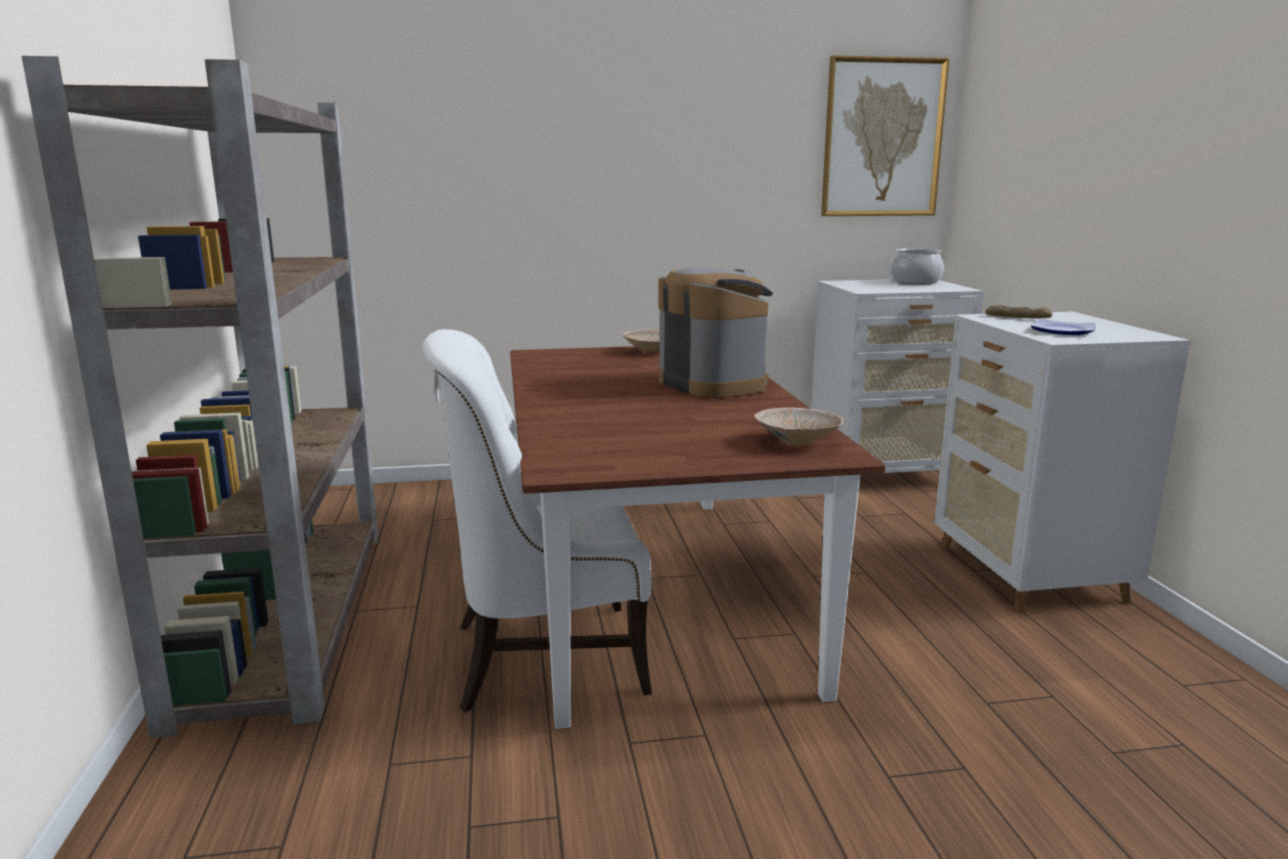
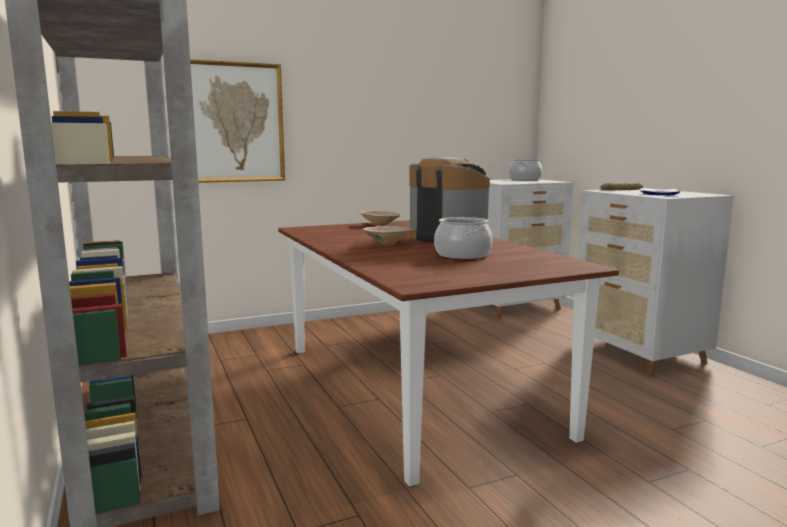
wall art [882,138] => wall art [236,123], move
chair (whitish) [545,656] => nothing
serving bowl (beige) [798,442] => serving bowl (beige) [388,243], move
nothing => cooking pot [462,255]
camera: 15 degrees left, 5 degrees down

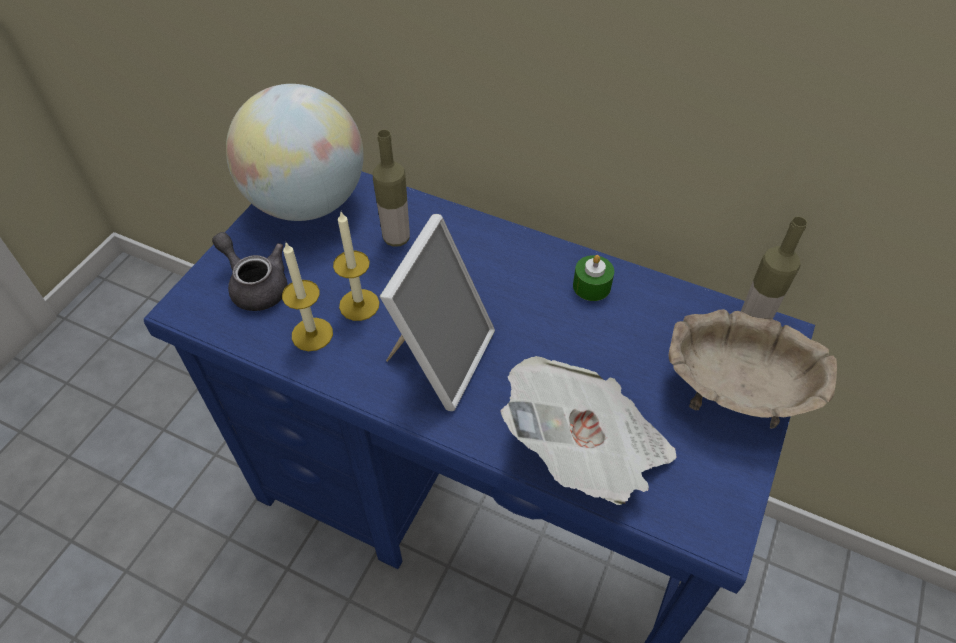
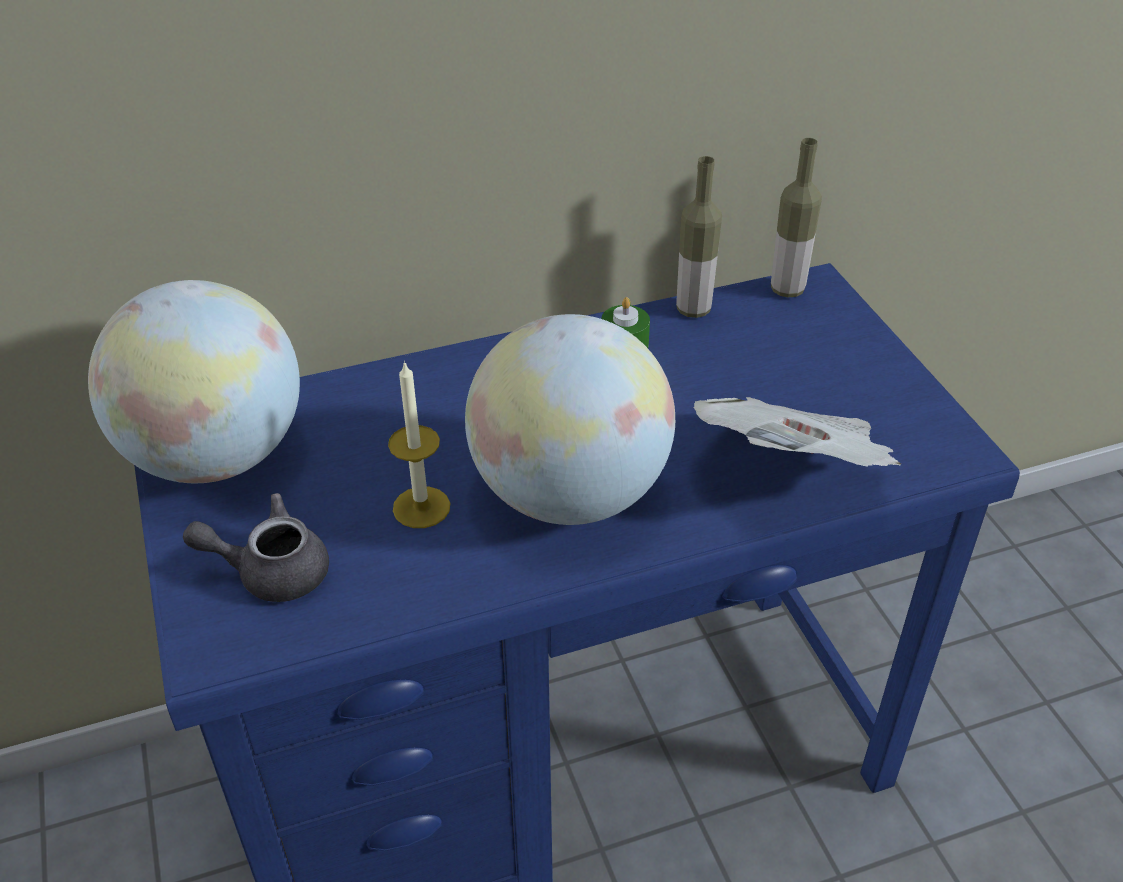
drink bottle [396,238] => drink bottle [693,309], move
photo frame [439,357] => desk globe [570,494]
candle [312,334] => nothing
serving bowl (beige) [736,391] => nothing
camera: 45 degrees left, 10 degrees down

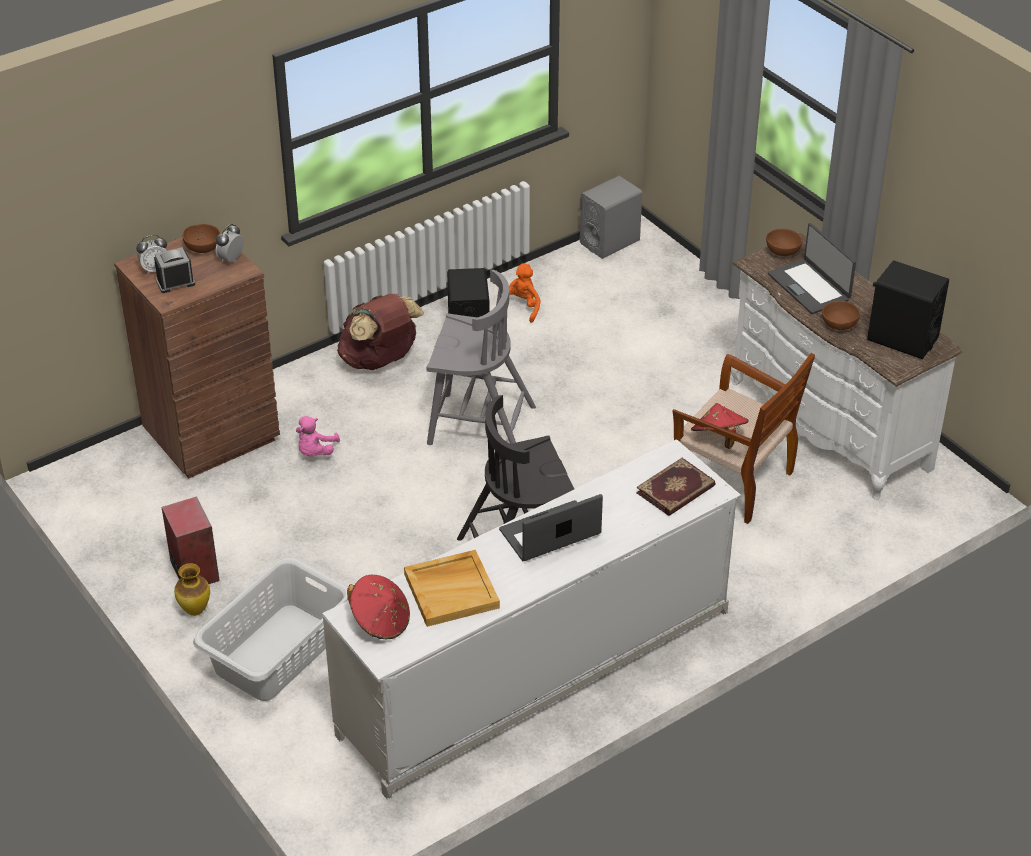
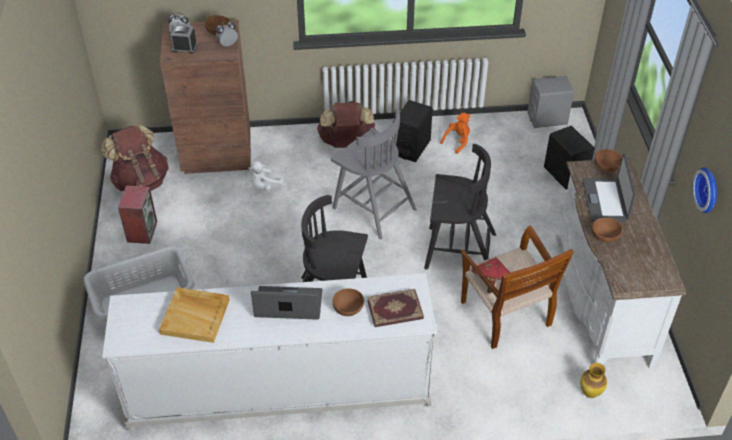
loudspeaker (blackish) [902,339] => loudspeaker (blackish) [564,174], move
soft toy (pinkish) [315,452] => soft toy (whitish) [265,186]
decorative vase [194,611] => decorative vase [589,393], move
hat (red) [380,621] => nothing
nothing => backpack (brown) [141,181]
nothing => chair (blackish) [458,251]
nothing => wall clock [709,190]
nothing => serving bowl (brown) [349,310]
camera: 30 degrees right, 5 degrees up

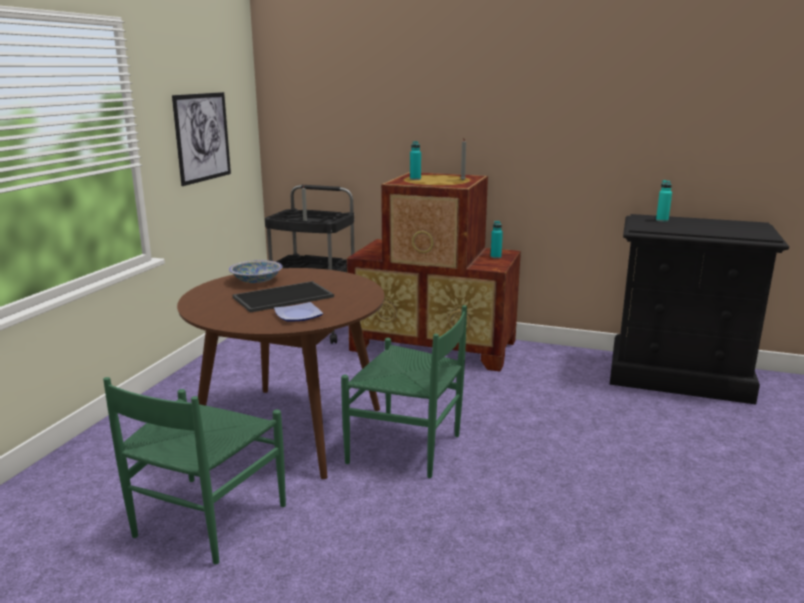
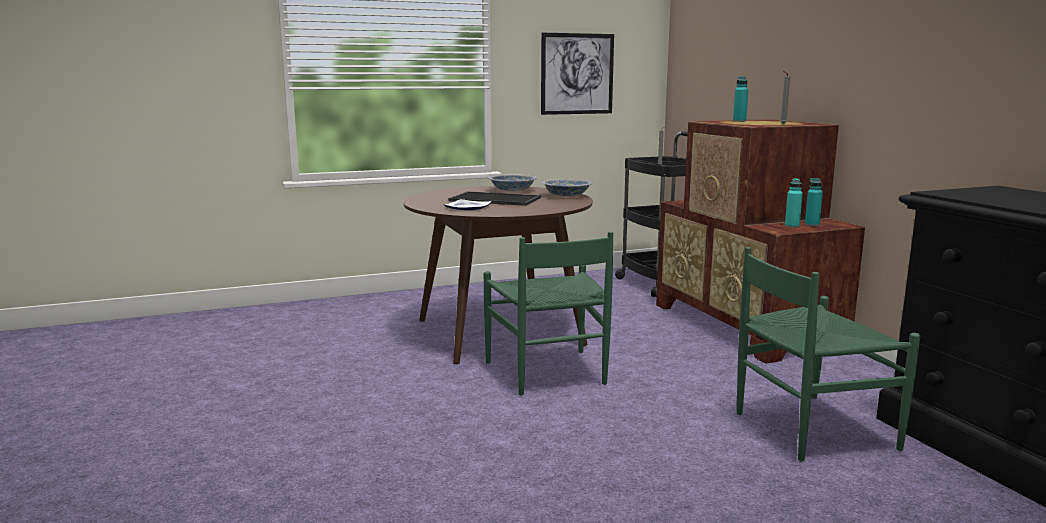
drink bottle (blue-green) [662,220] => drink bottle (blue-green) [792,226], move
chair (green) [206,521] => chair (green) [810,429], move
nothing => serving bowl [566,195]
camera: 50 degrees right, 5 degrees down

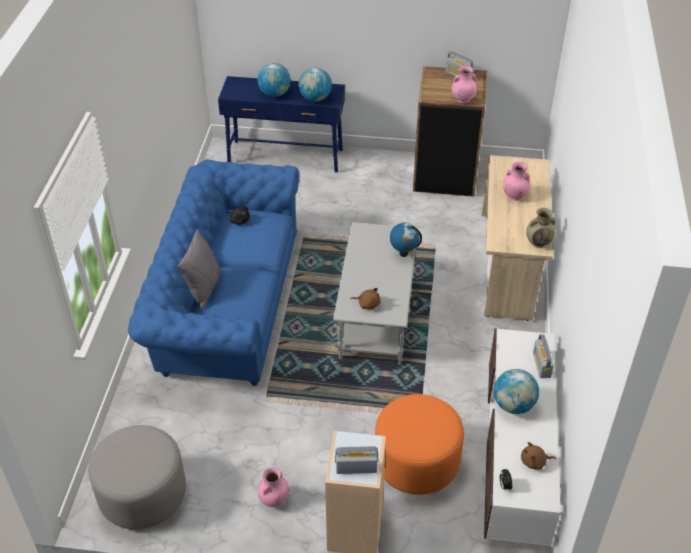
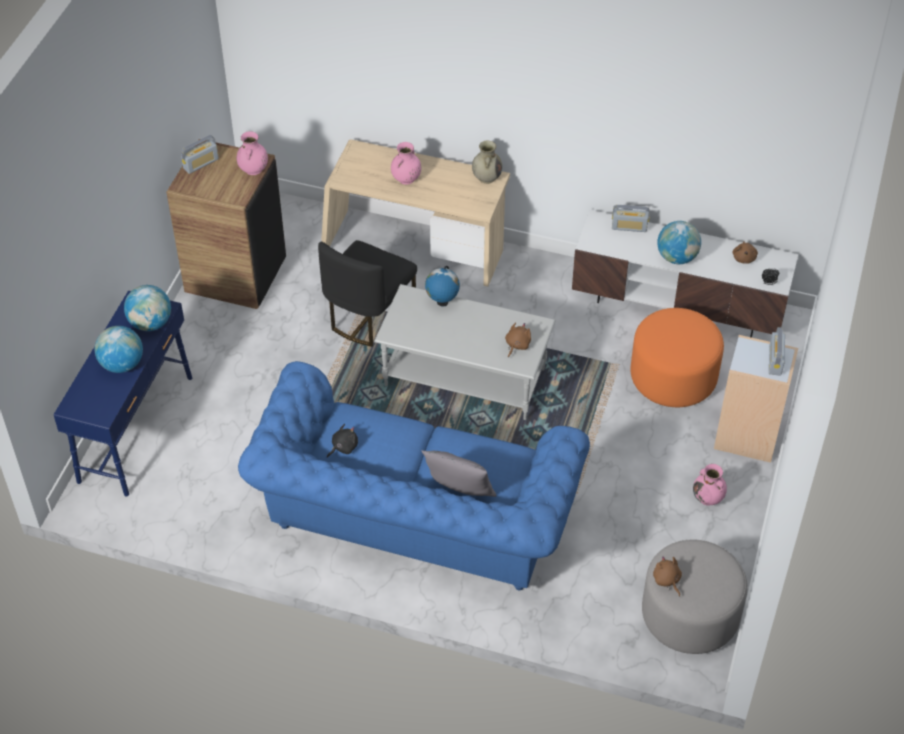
nothing => chair (blackish) [368,316]
nothing => soft toy (brown) [667,580]
camera: 80 degrees left, 5 degrees up

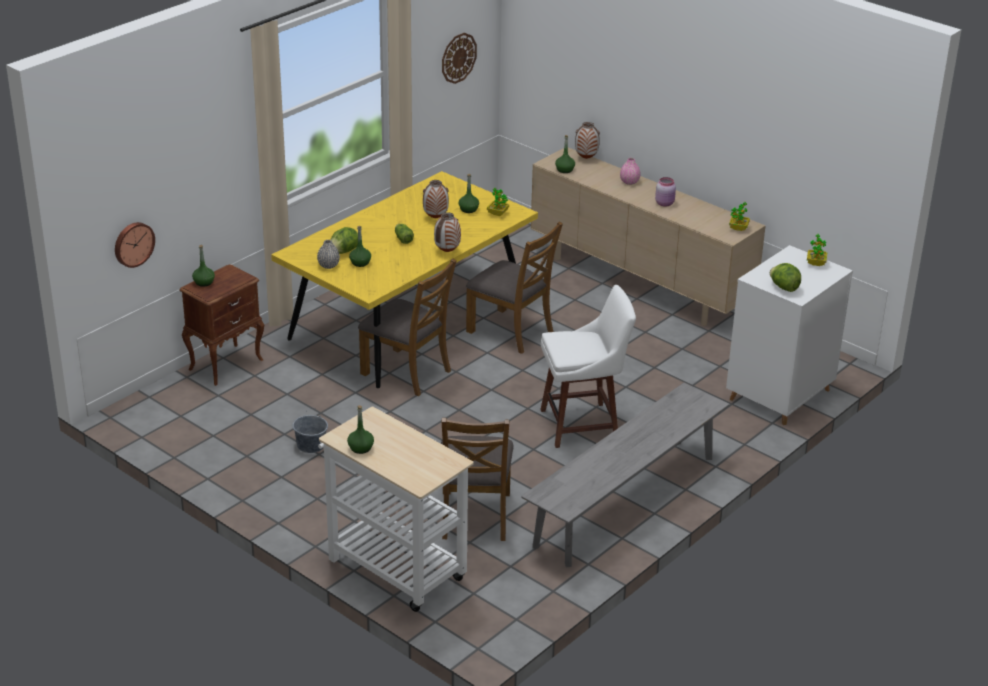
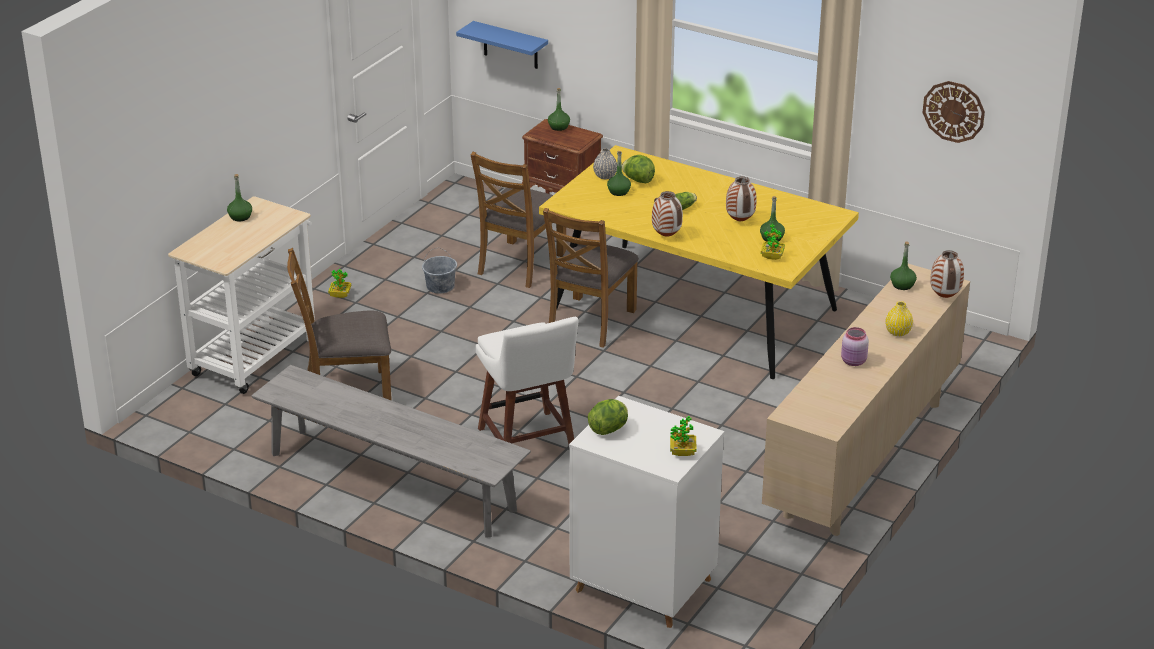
decorative vase (pinkish) [629,182] => decorative vase (yellowish) [898,332]
potted plant [738,228] => potted plant [340,295], move
chair (brown) [511,331] => chair (brown) [520,264], move
wall clock [133,244] => wall shelf (bluish) [510,45]
camera: 80 degrees right, 0 degrees up

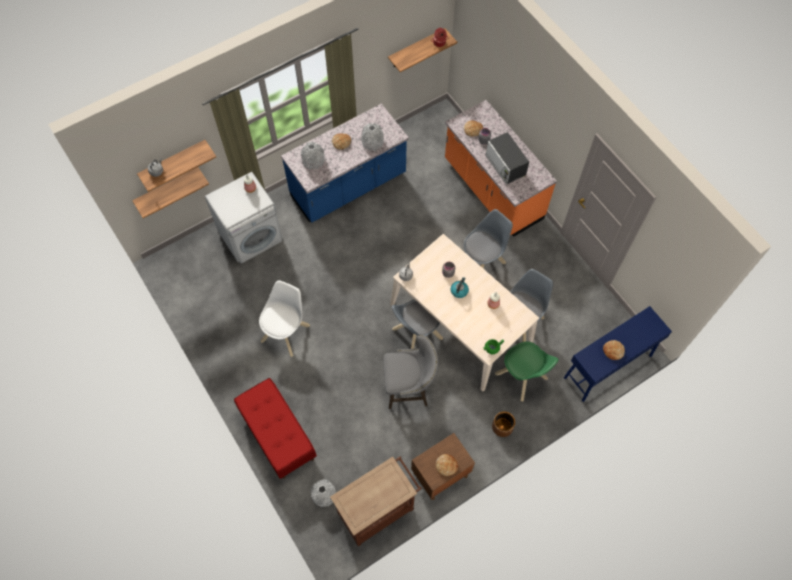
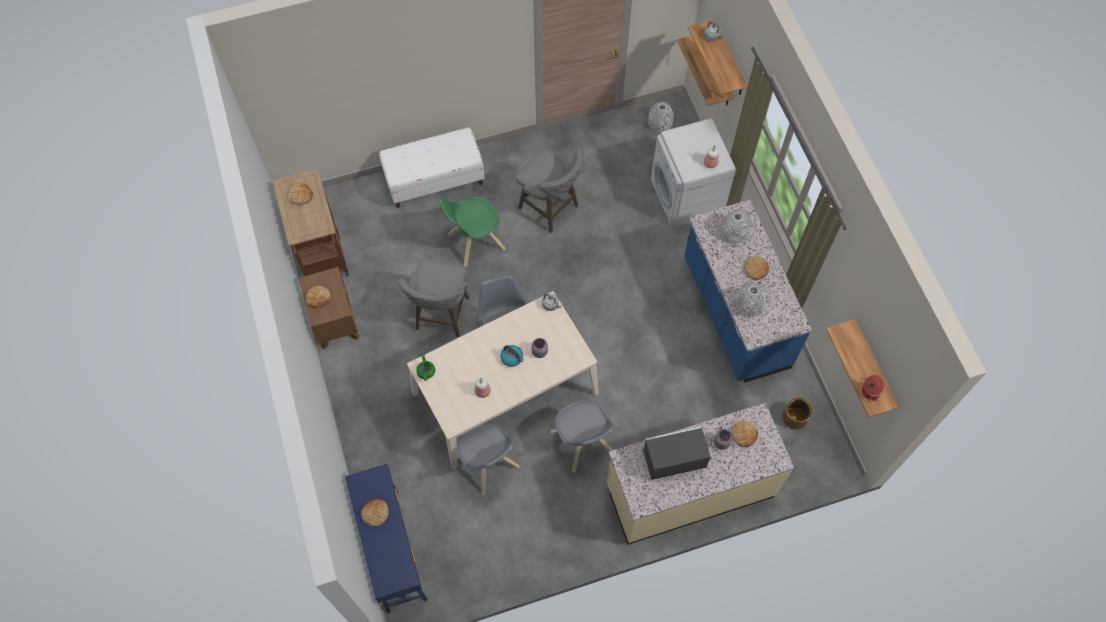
kitchen counter (orangey) [492,190] => kitchen counter (beige) [689,490]
chair (whitish) [286,332] => stool seat (greyish) [550,209]
chair (green) [522,377] => chair (green) [474,242], move
indoor bench (red) [278,435] => indoor bench (whitish) [435,180]
plant pot (brown) [502,427] => plant pot (brown) [794,418], move
decorative vase (greyish) [324,495] => decorative vase (greyish) [659,123], move
nothing => bakery bread [300,195]
camera: 105 degrees right, 0 degrees up

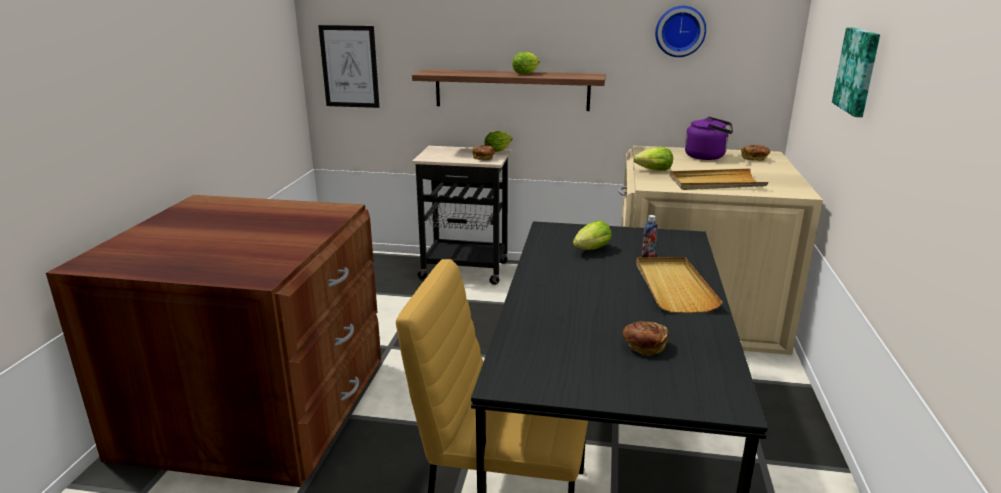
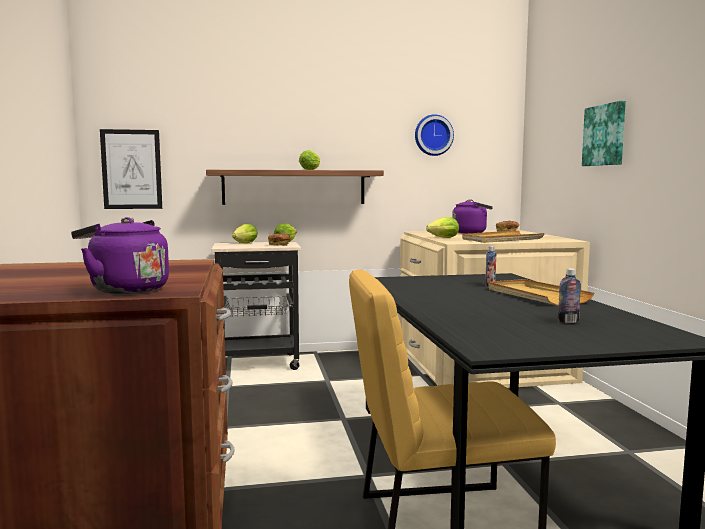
head of lettuce [590,250] => head of lettuce [244,243], move
bakery bread [644,347] => drink bottle [568,321]
nothing => kettle (purplish) [125,289]
camera: 20 degrees left, 15 degrees down

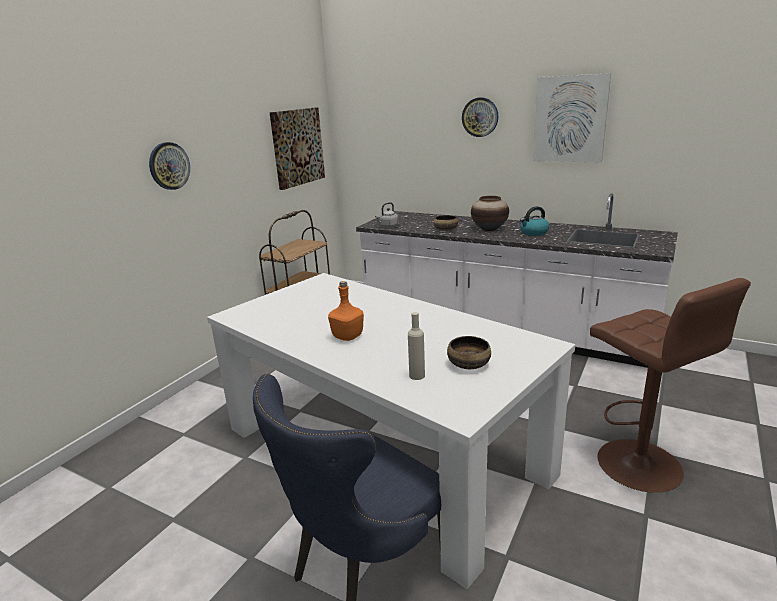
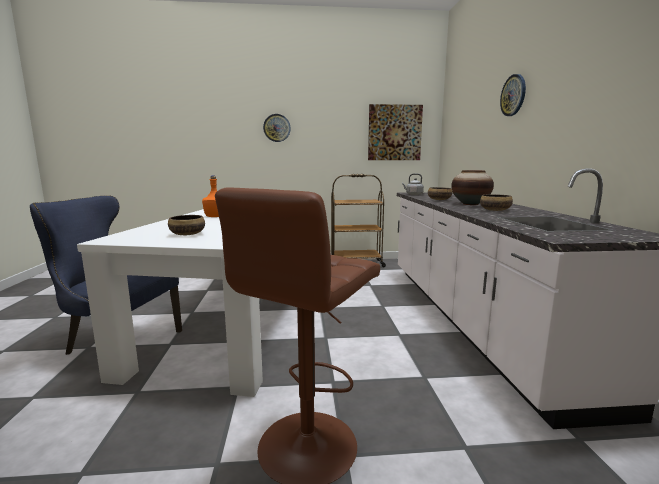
wall art [570,119] => nothing
kettle [533,233] => serving bowl [495,210]
drink bottle (beige) [417,375] => nothing
camera: 55 degrees right, 10 degrees down

